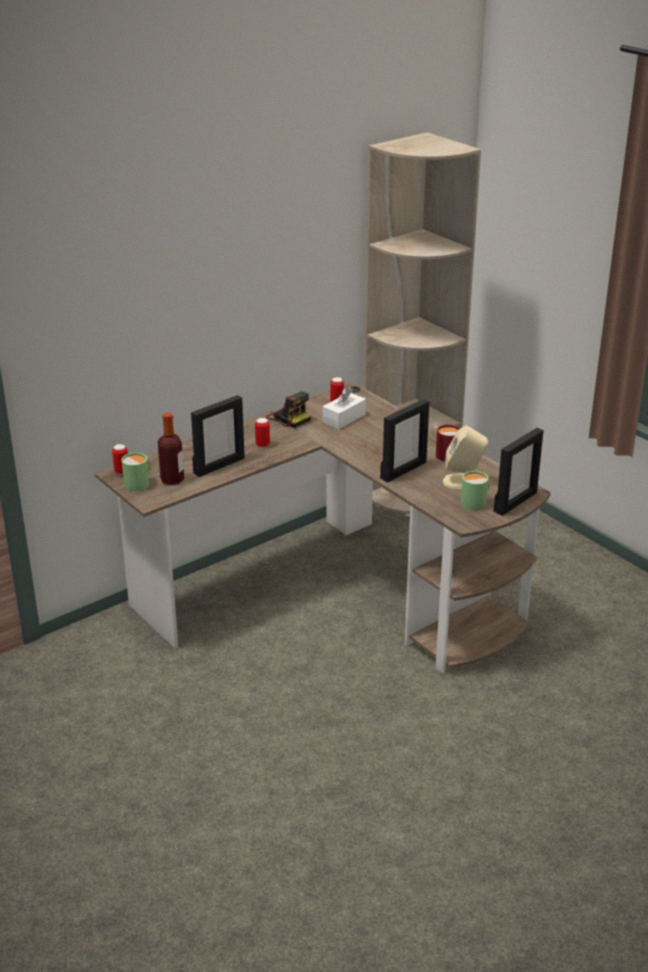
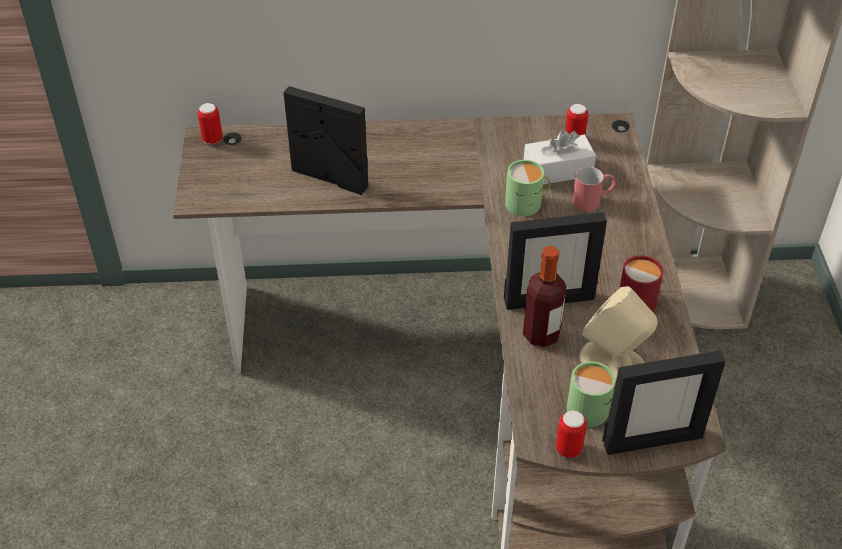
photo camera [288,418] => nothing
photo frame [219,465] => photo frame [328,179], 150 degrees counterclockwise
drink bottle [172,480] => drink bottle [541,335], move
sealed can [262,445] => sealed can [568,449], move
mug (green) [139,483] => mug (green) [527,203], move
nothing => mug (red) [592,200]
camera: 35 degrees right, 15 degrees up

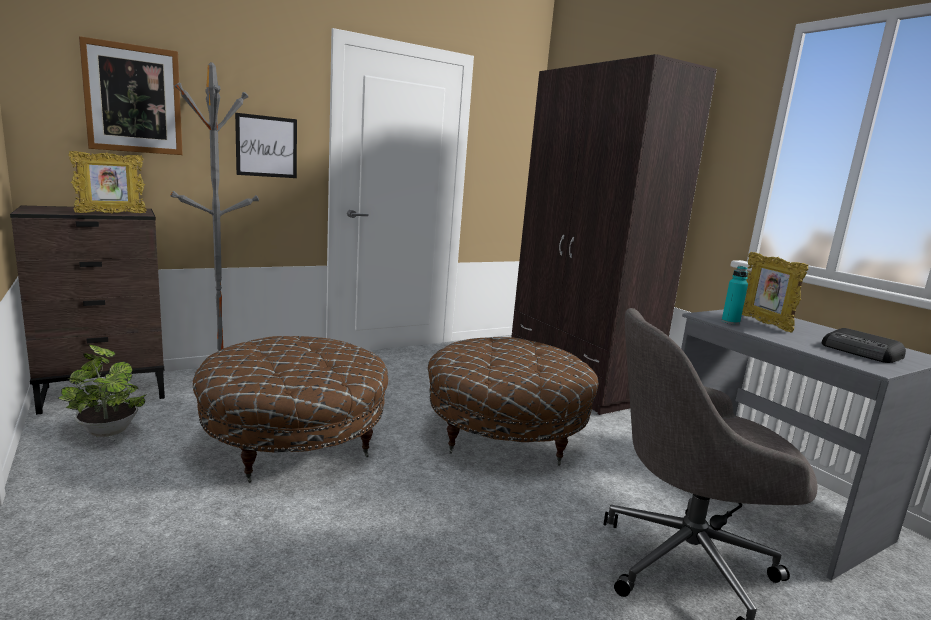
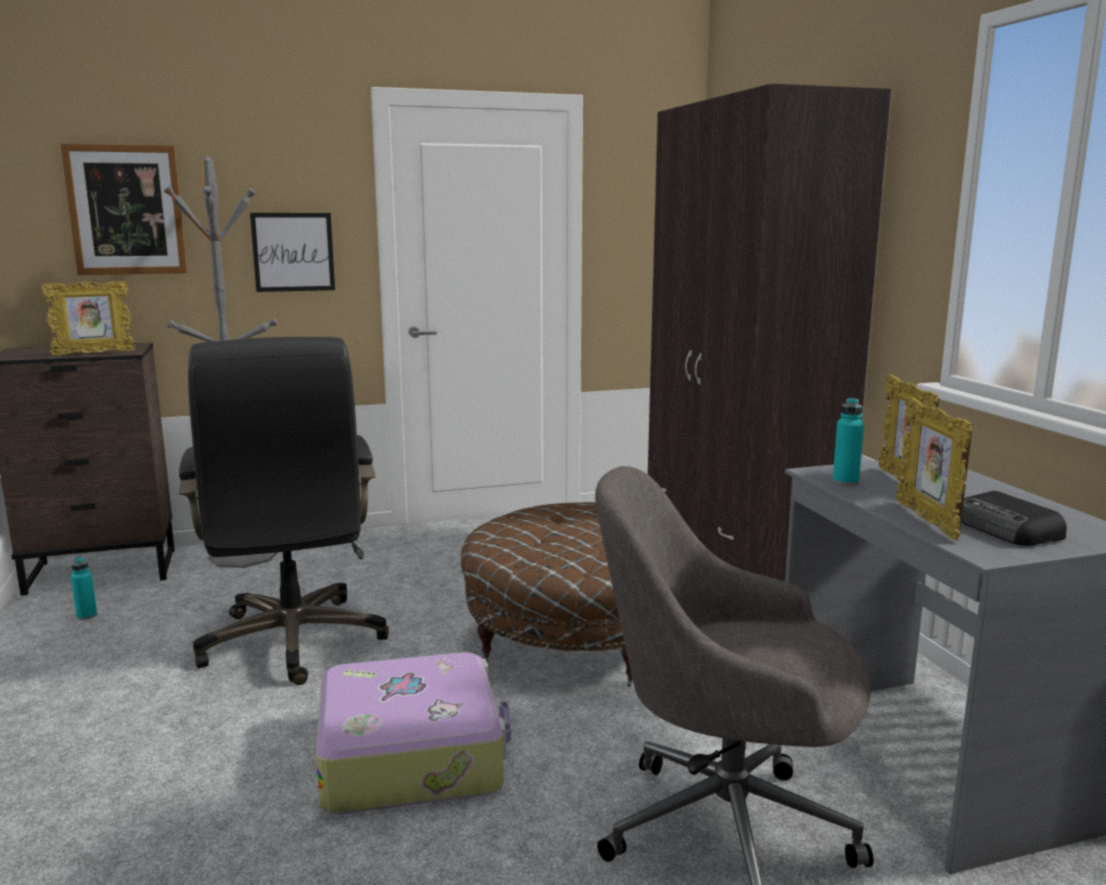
ottoman (brown) [294,441] => desk chair (blackish) [292,638]
potted plant [107,429] => drink bottle (blue-green) [87,616]
nothing => photo frame [927,521]
nothing => travel case [412,754]
camera: 15 degrees right, 0 degrees up

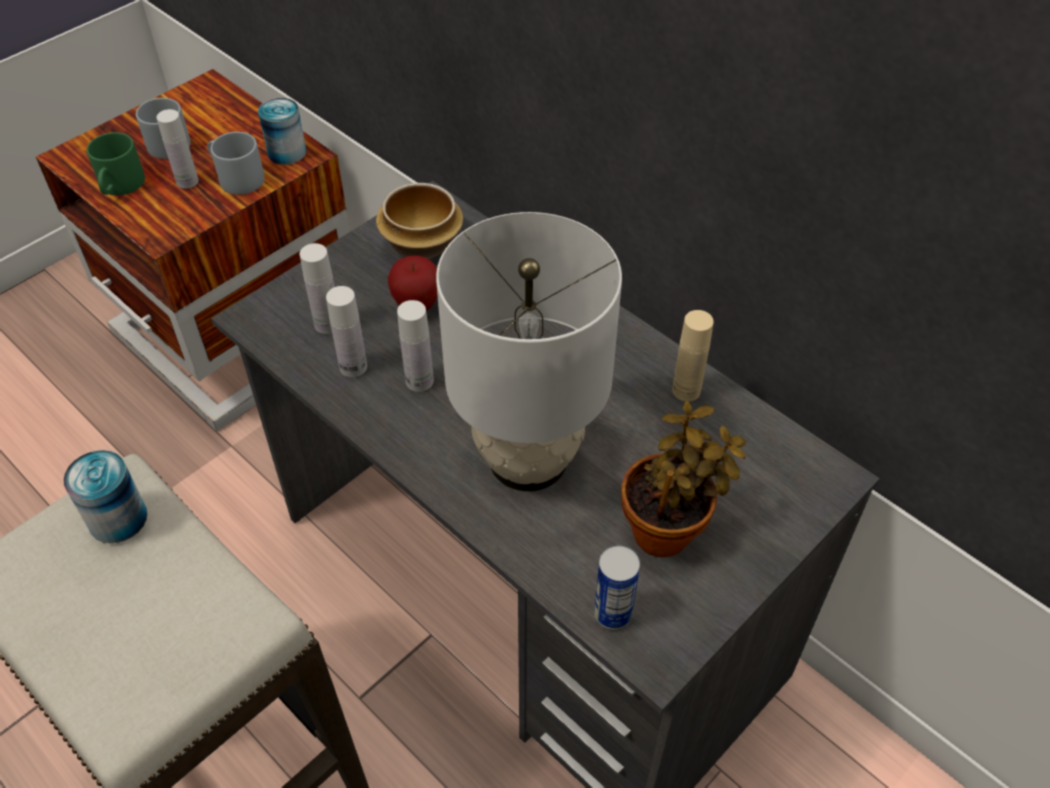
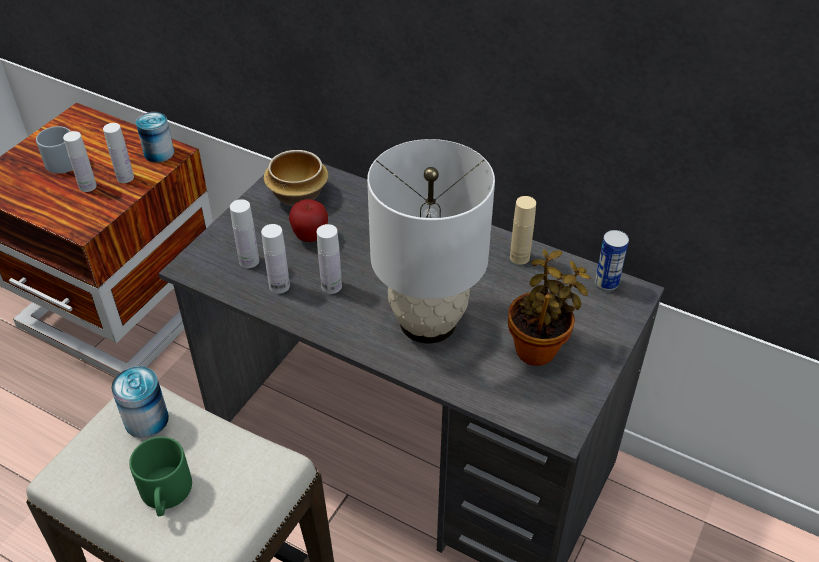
mug (green) [120,186] => mug (green) [167,495], move
mug (greyish) [235,178] => drink bottle (whitish) [125,177]
sealed can [612,614] => sealed can [606,283], move
camera: 15 degrees left, 5 degrees down

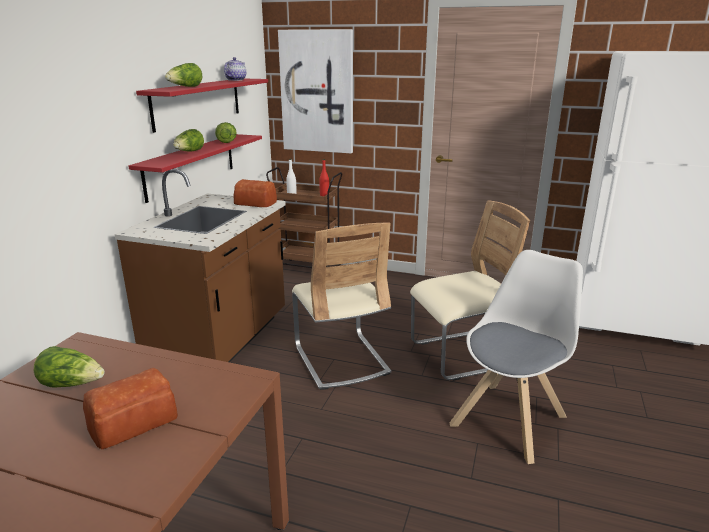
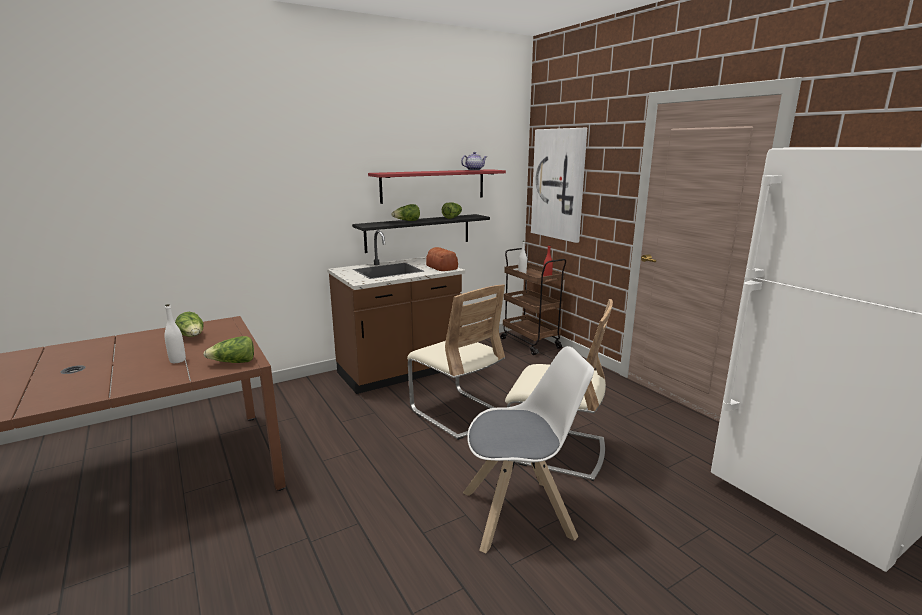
head of lettuce [185,87] => head of lettuce [233,363], move
wall shelf (red) [191,165] => wall shelf (blackish) [418,232]
chair (beige) [341,359] => chair (beige) [457,413], 60 degrees counterclockwise
bakery bread [135,422] => drink bottle (whitish) [177,360]
camera: 40 degrees right, 5 degrees down

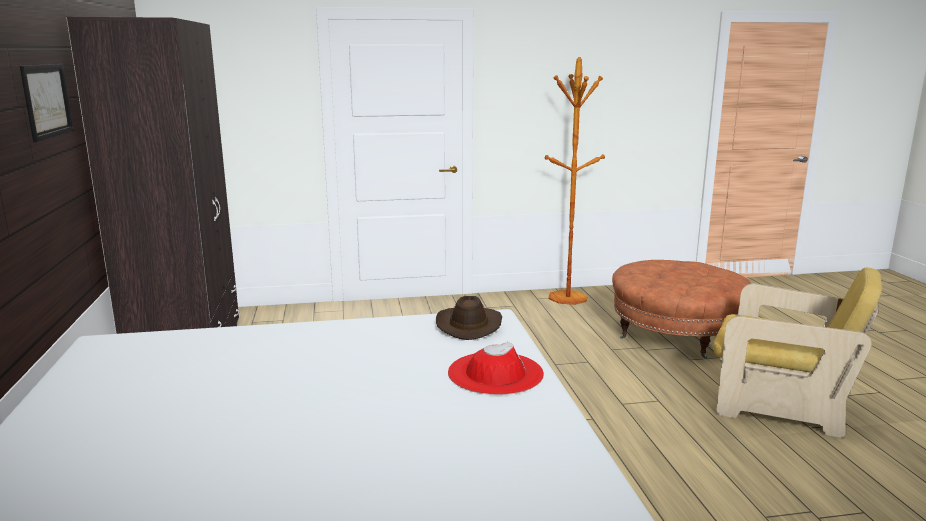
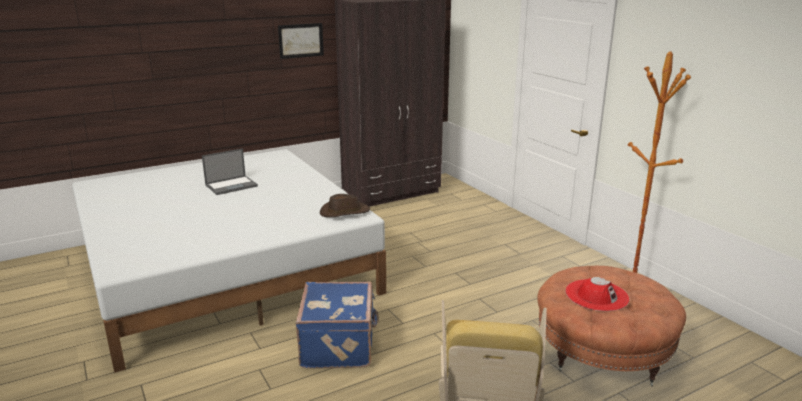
hat (red) [495,373] => hat (red) [596,295], move
nothing => laptop [232,185]
nothing => travel case (bluish) [339,345]
camera: 70 degrees right, 5 degrees up

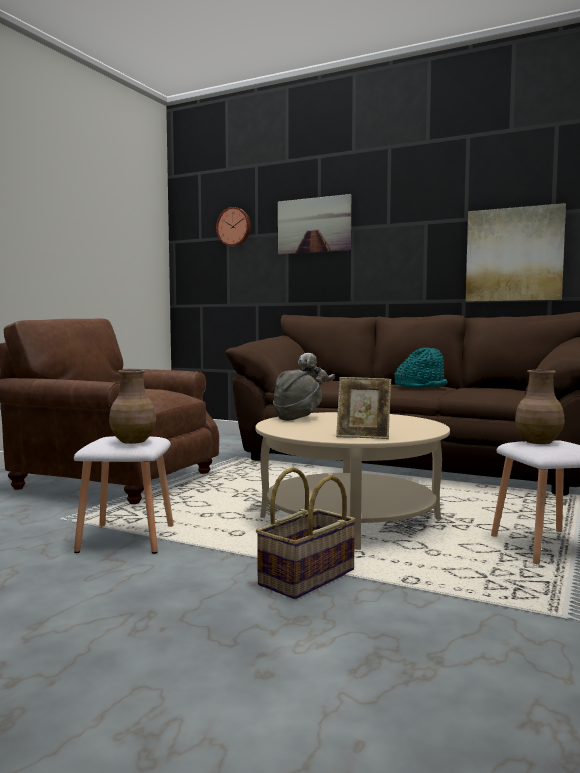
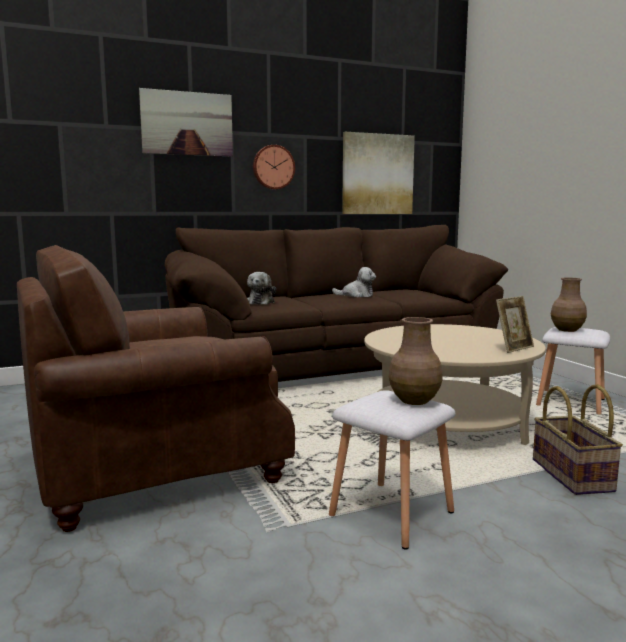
wall clock [234,227] => wall clock [273,167], move
hat (blue-green) [420,386] => soft toy [356,295]
hat (greyish) [297,418] => nothing
camera: 50 degrees left, 5 degrees up

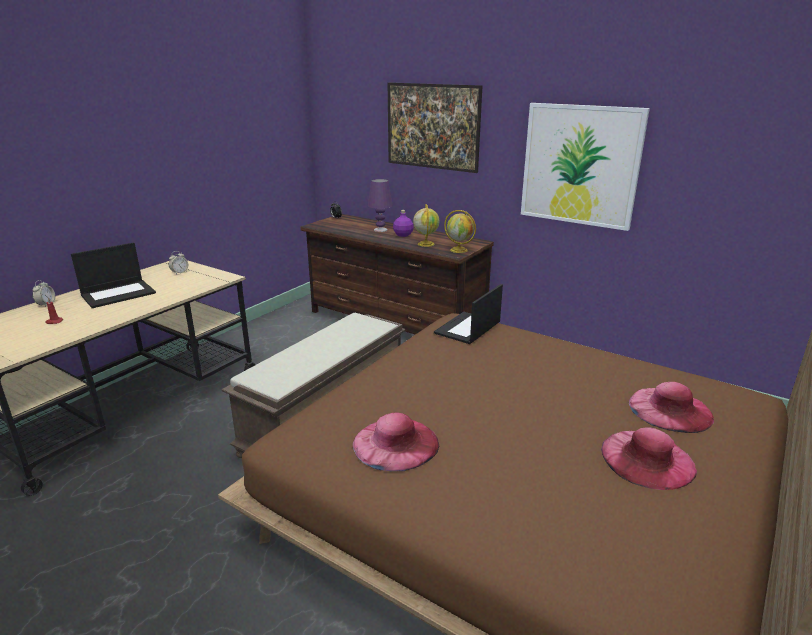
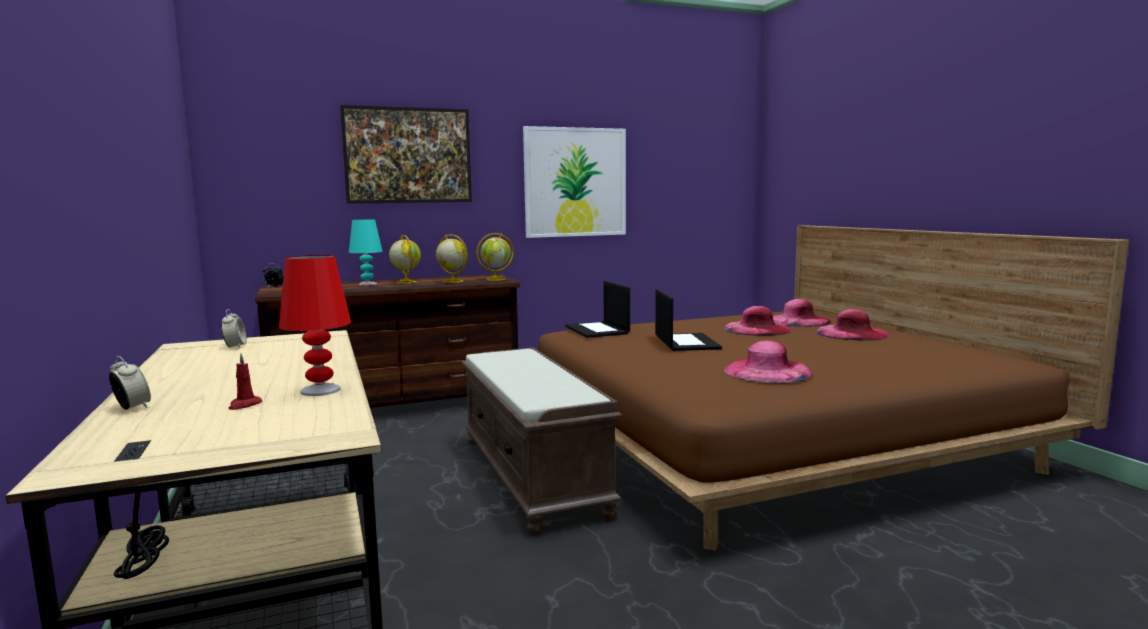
table lamp (purplish) [380,230] => table lamp (blue-green) [367,284]
drink bottle (purplish) [403,235] => desk globe [406,282]
laptop [119,293] => laptop [685,342], move
nothing => table lamp (red) [320,390]
nothing => hat (pinkish) [757,329]
camera: 55 degrees left, 15 degrees down

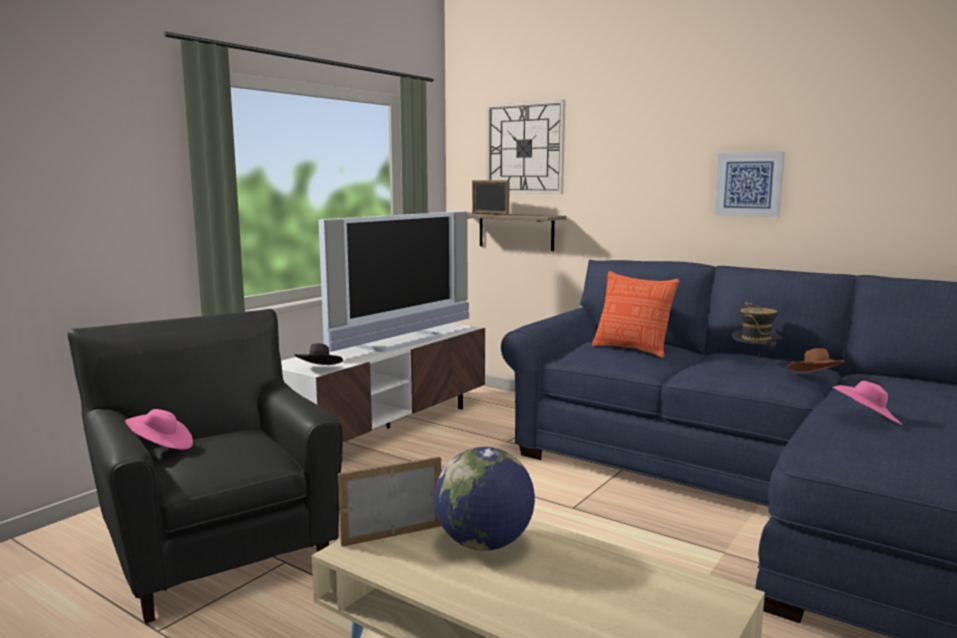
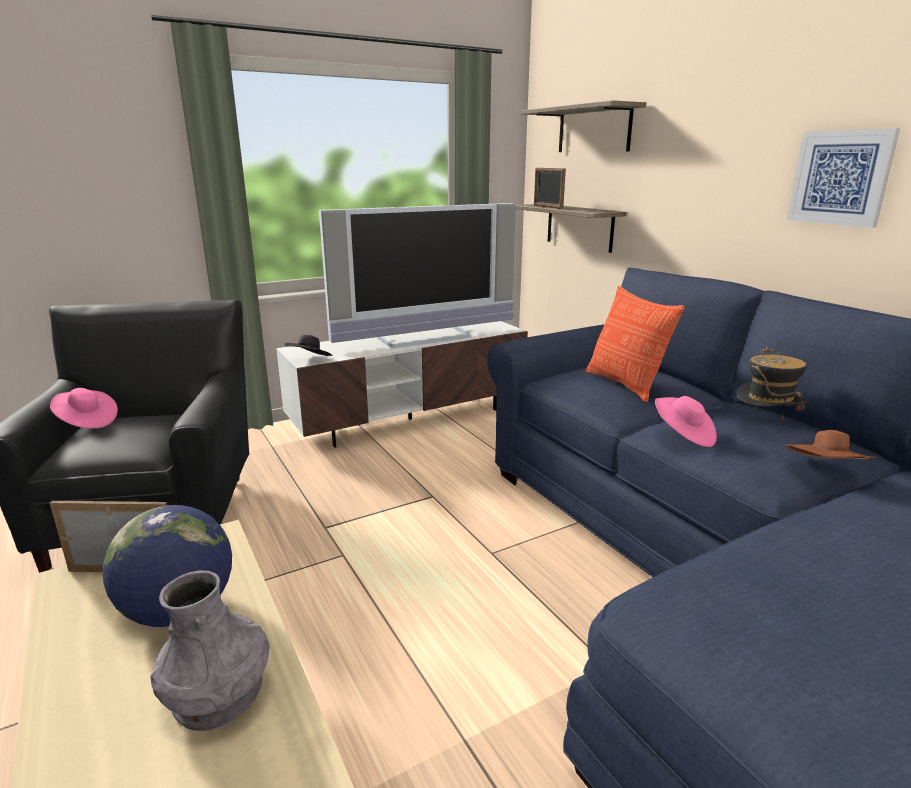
wall clock [525,148] => wall shelf [593,129]
hat (pinkish) [866,419] => hat (pinkish) [683,435], move
nothing => decorative vase (greyish) [218,693]
camera: 25 degrees right, 10 degrees up

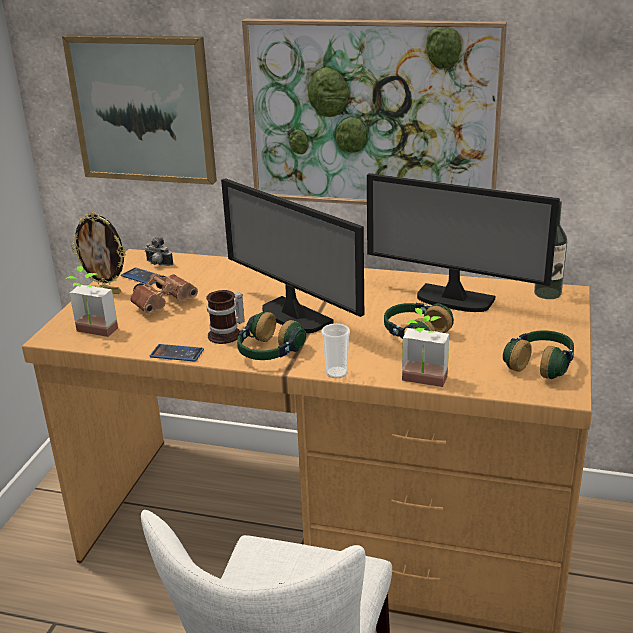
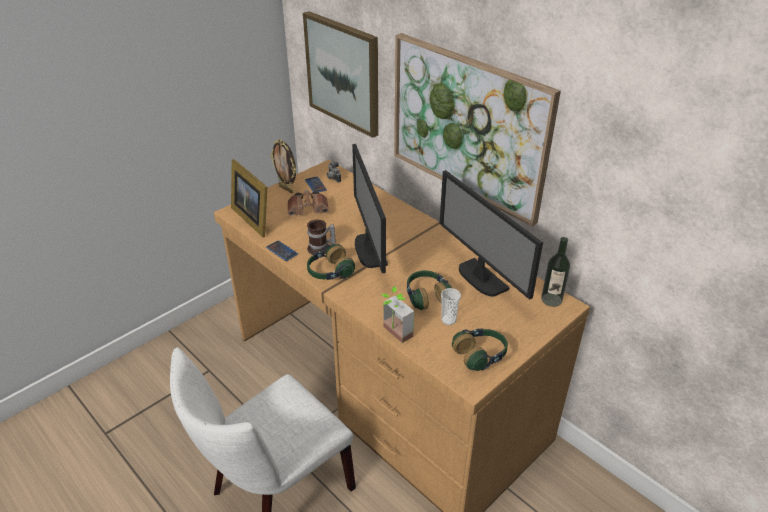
potted plant [93,333] => photo frame [253,218]
small cup [336,373] => small cup [448,320], move
camera: 30 degrees right, 10 degrees up

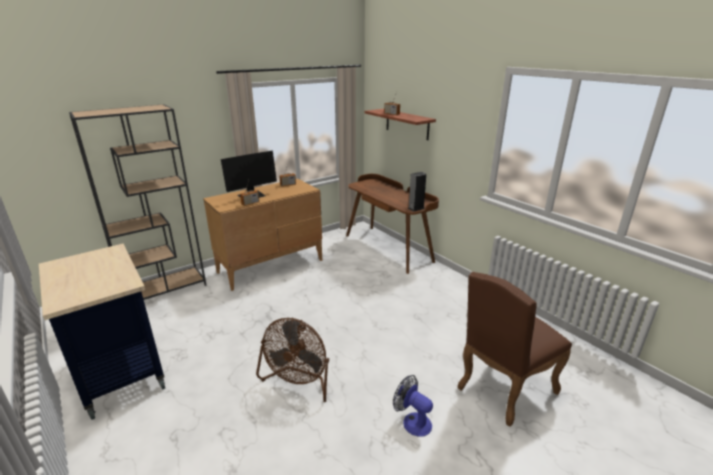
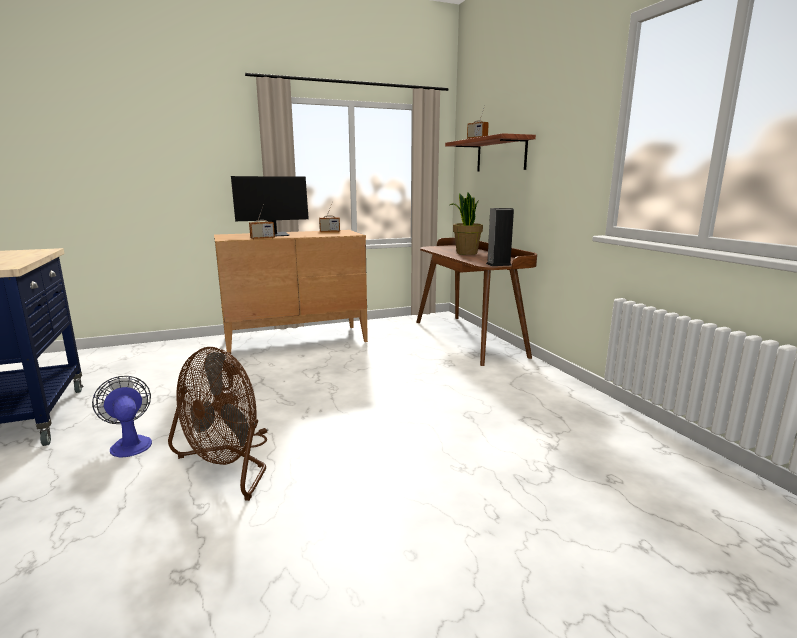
shelving unit [165,289] => nothing
chair (brown) [502,389] => nothing
electric fan [412,421] => electric fan [130,443], move
nothing => potted plant [466,253]
camera: 15 degrees right, 10 degrees down

